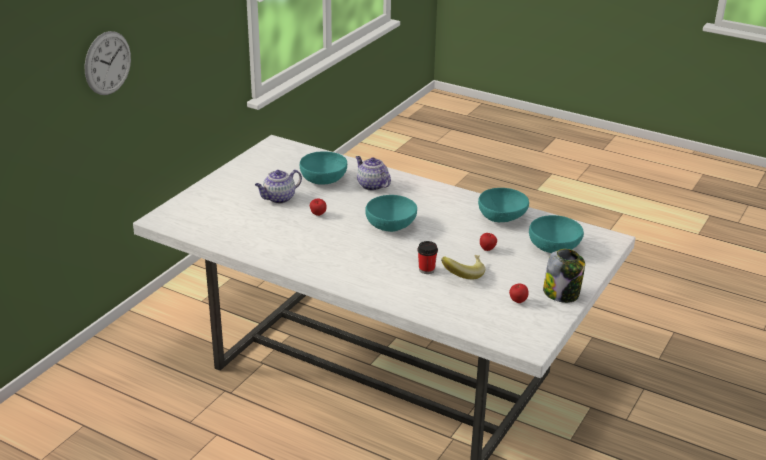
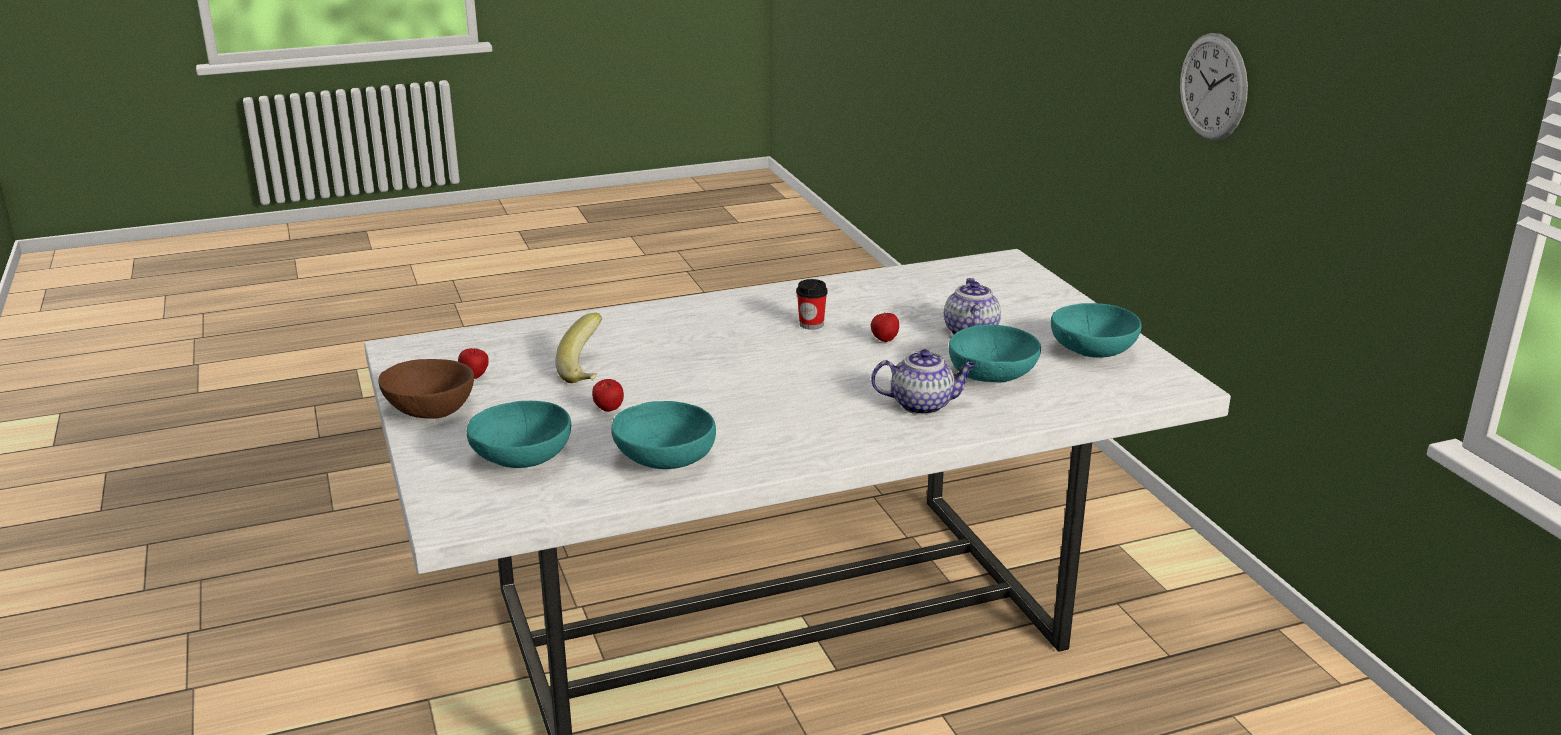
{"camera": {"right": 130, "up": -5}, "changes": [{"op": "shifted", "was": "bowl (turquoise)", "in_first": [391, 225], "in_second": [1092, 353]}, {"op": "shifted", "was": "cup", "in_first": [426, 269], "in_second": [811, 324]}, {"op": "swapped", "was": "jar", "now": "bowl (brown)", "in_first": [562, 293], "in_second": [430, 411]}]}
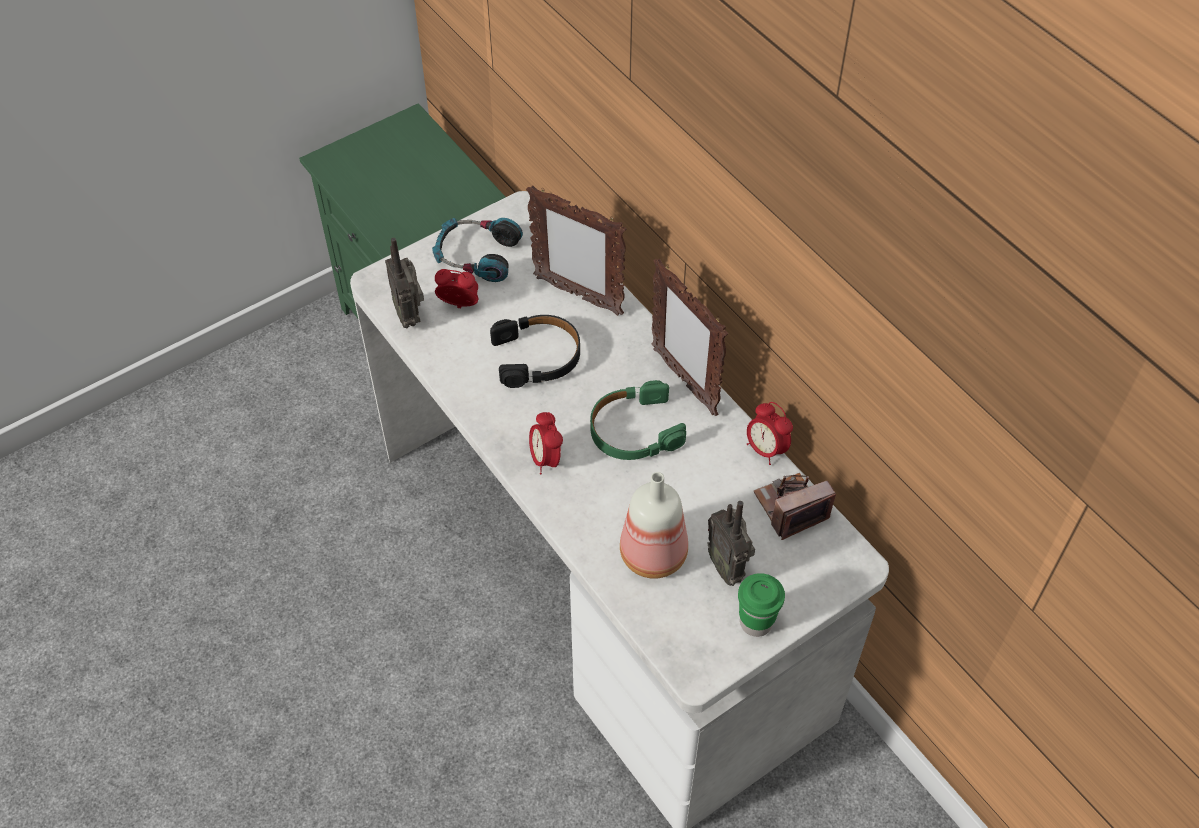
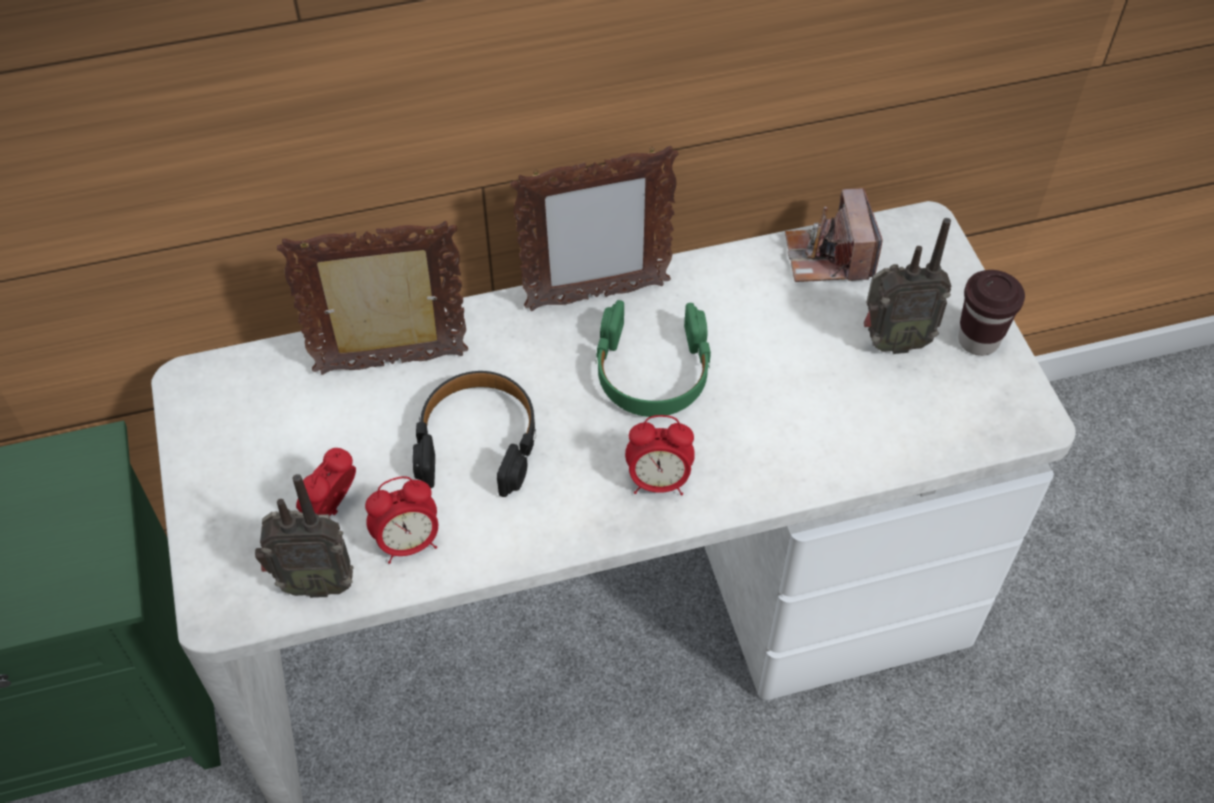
{"camera": {"right": -70, "up": 0}, "changes": [{"op": "gone", "was": "headphones", "in_first": [477, 255]}, {"op": "rotated", "was": "picture frame", "in_first": [577, 295], "in_second": [393, 365], "clockwise": -150}, {"op": "gone", "was": "bottle", "in_first": [655, 554]}, {"op": "repainted", "was": "cup (green)", "now": "cup (brown)", "in_first": [756, 622], "in_second": [978, 340]}, {"op": "shifted", "was": "alarm clock", "in_first": [765, 449], "in_second": [408, 543]}]}
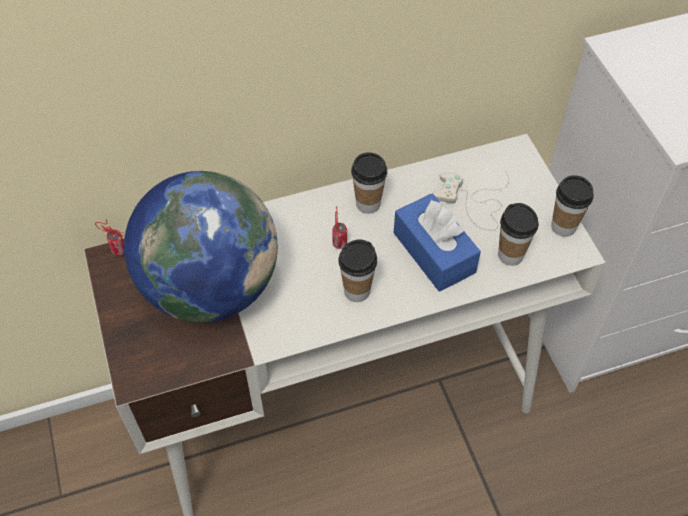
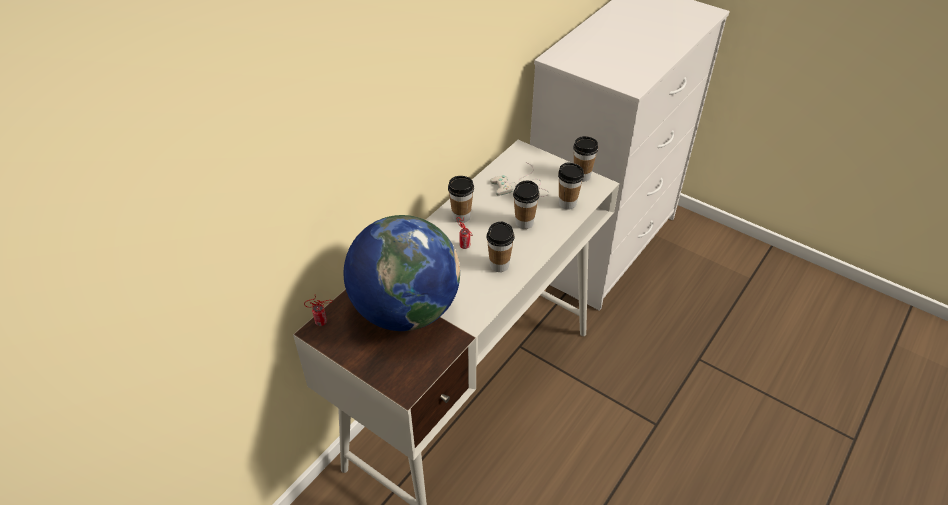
{"camera": {"right": -35, "up": -10}, "changes": [{"op": "swapped", "was": "tissue box (blue)", "now": "cup", "in_first": [434, 252], "in_second": [524, 223]}]}
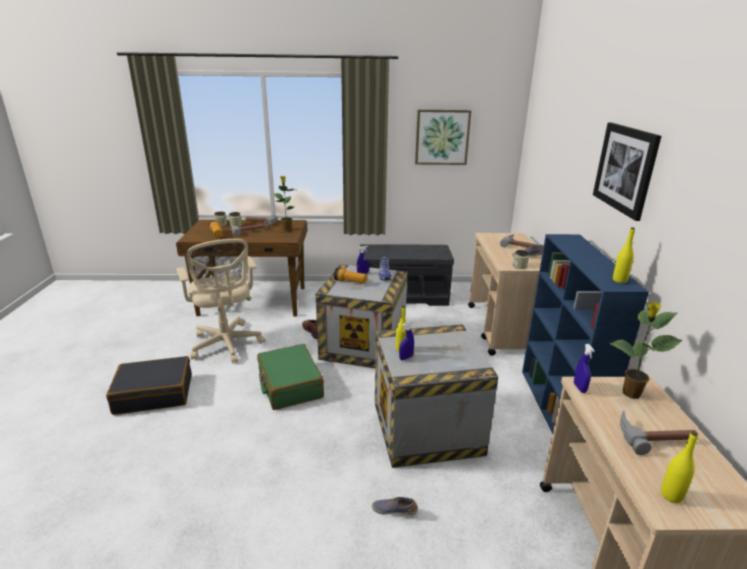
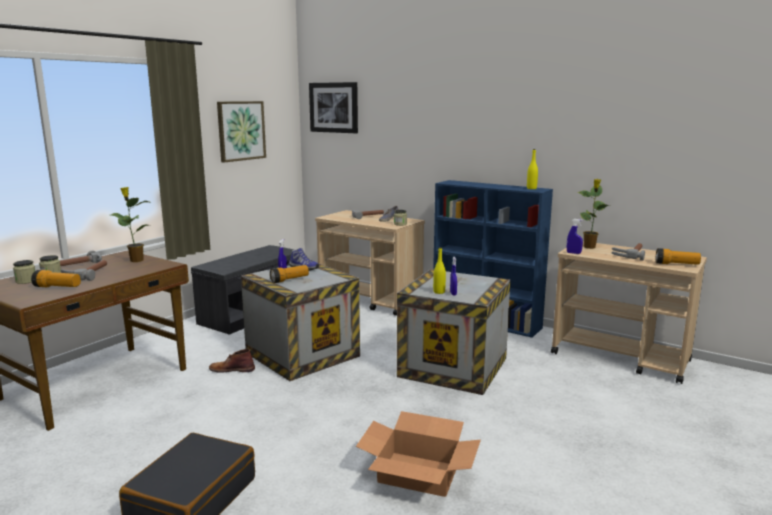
{"camera": {"right": -55, "up": -10}, "changes": [{"op": "gone", "was": "office chair (beige)", "in_first": [227, 345]}, {"op": "gone", "was": "suitcase (green)", "in_first": [289, 385]}, {"op": "gone", "was": "shoe", "in_first": [394, 510]}, {"op": "shifted", "was": "picture", "in_first": [625, 169], "in_second": [334, 107]}, {"op": "swapped", "was": "bottle (yellow)", "now": "flashlight", "in_first": [671, 495], "in_second": [676, 264]}, {"op": "new", "now": "cardboard box", "in_second": [418, 473]}]}
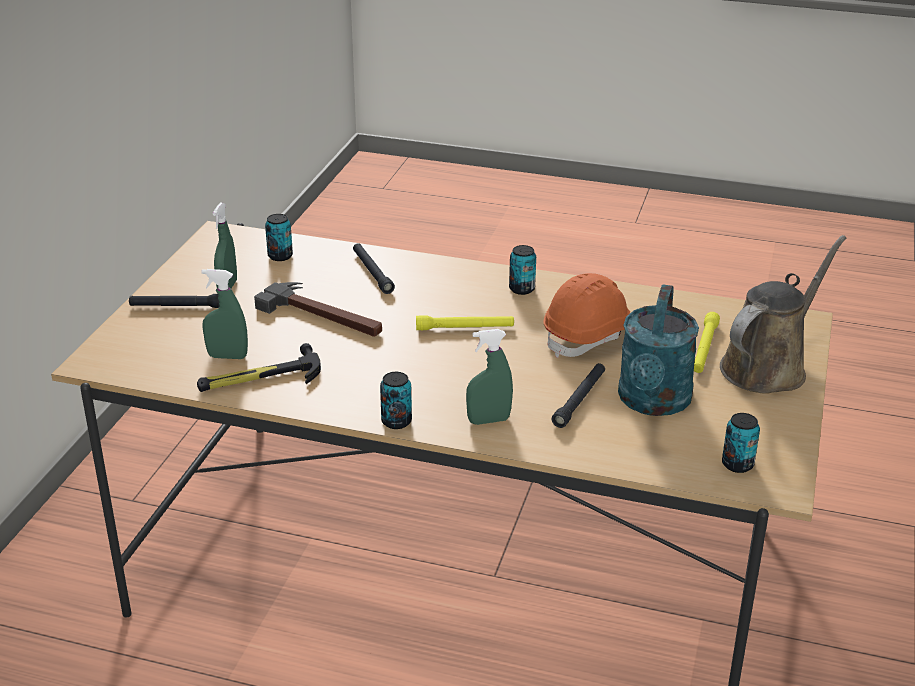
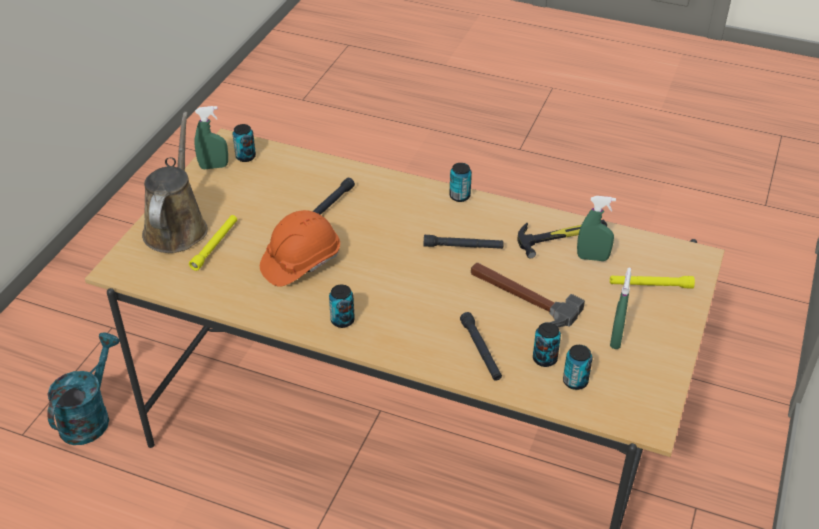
{"camera": {"right": -175, "up": 10}, "changes": [{"op": "shifted", "was": "flashlight (black)", "in_first": [178, 307], "in_second": [463, 247]}, {"op": "shifted", "was": "flashlight (yellow)", "in_first": [465, 328], "in_second": [650, 285]}, {"op": "shifted", "was": "spray bottle (green)", "in_first": [488, 420], "in_second": [214, 166]}, {"op": "shifted", "was": "watering can (turquoise)", "in_first": [653, 403], "in_second": [89, 416]}, {"op": "rotated", "was": "watering can (brown)", "in_first": [768, 366], "in_second": [177, 227], "clockwise": 135}, {"op": "new", "now": "can", "in_second": [544, 359]}]}
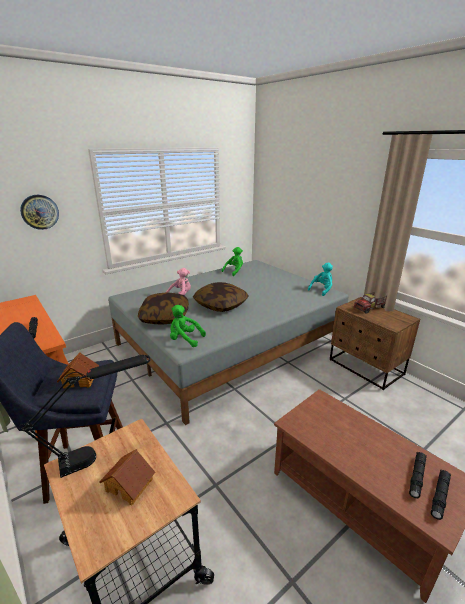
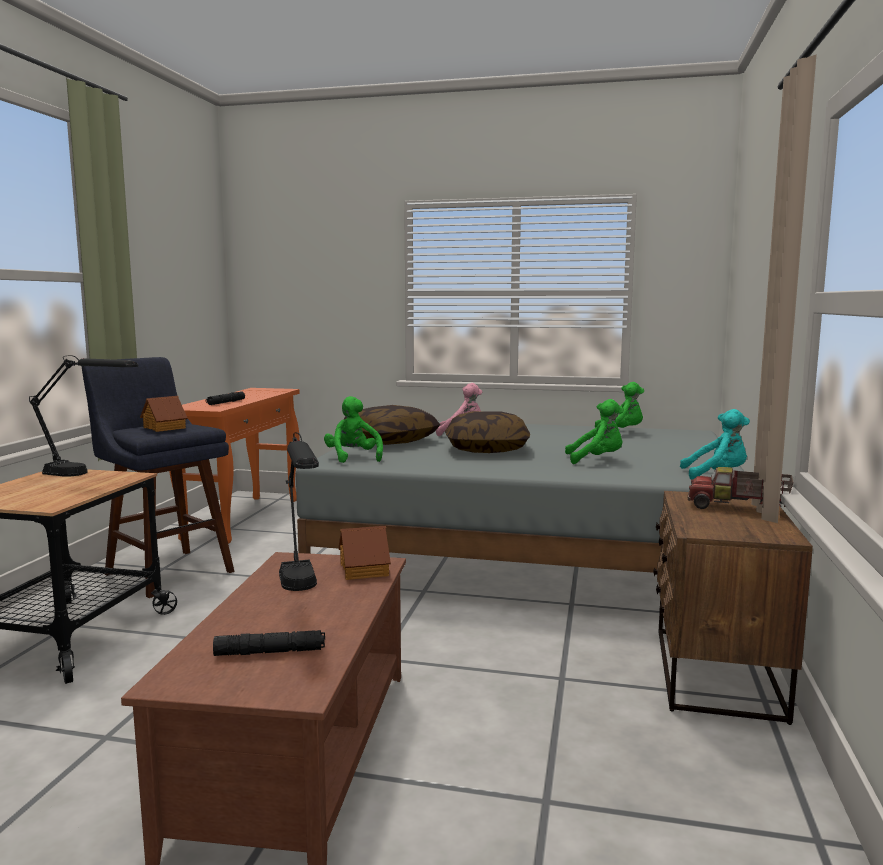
{"camera": {"right": 50, "up": -15}, "changes": [{"op": "gone", "was": "wall clock", "in_first": [39, 212]}, {"op": "shifted", "was": "toy house", "in_first": [129, 484], "in_second": [365, 569]}, {"op": "gone", "was": "flashlight (black)", "in_first": [439, 496]}, {"op": "new", "now": "table lamp (black)", "in_second": [302, 594]}, {"op": "new", "now": "plush toy (green)", "in_second": [596, 460]}]}
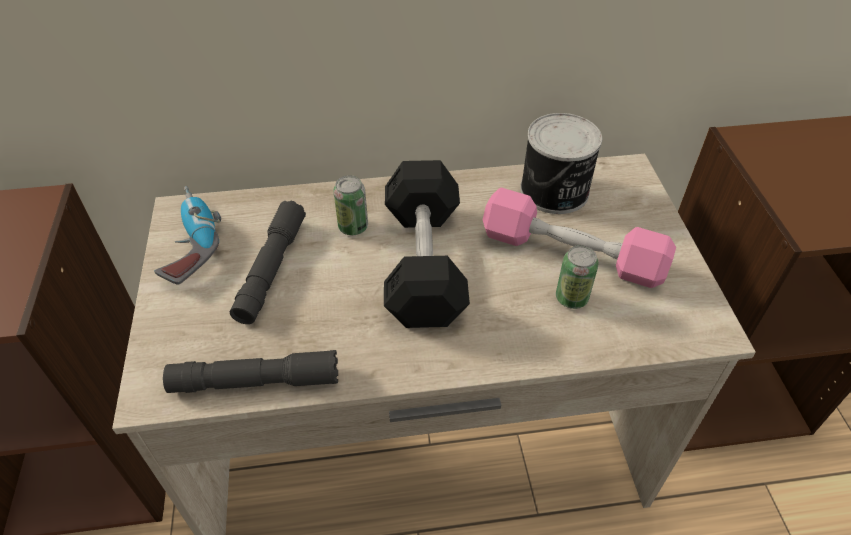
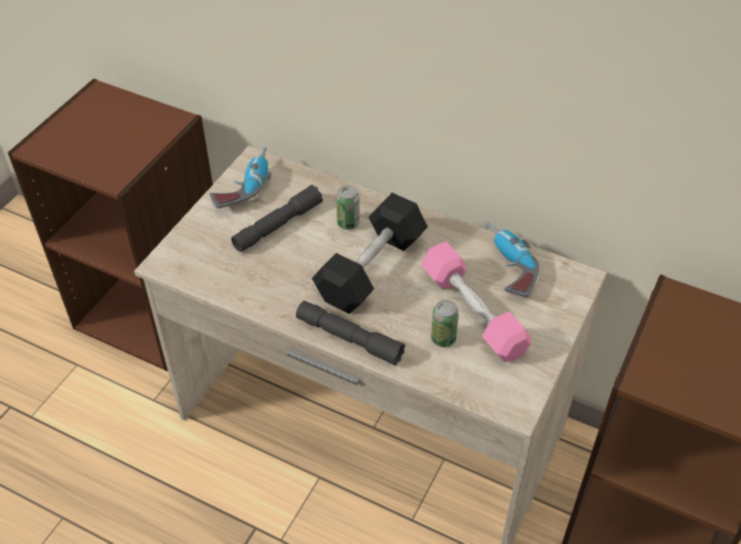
{"camera": {"right": 35, "up": 0}, "changes": [{"op": "shifted", "was": "flashlight (grey)", "in_first": [255, 381], "in_second": [349, 338]}, {"op": "swapped", "was": "can", "now": "power drill", "in_first": [555, 192], "in_second": [506, 266]}]}
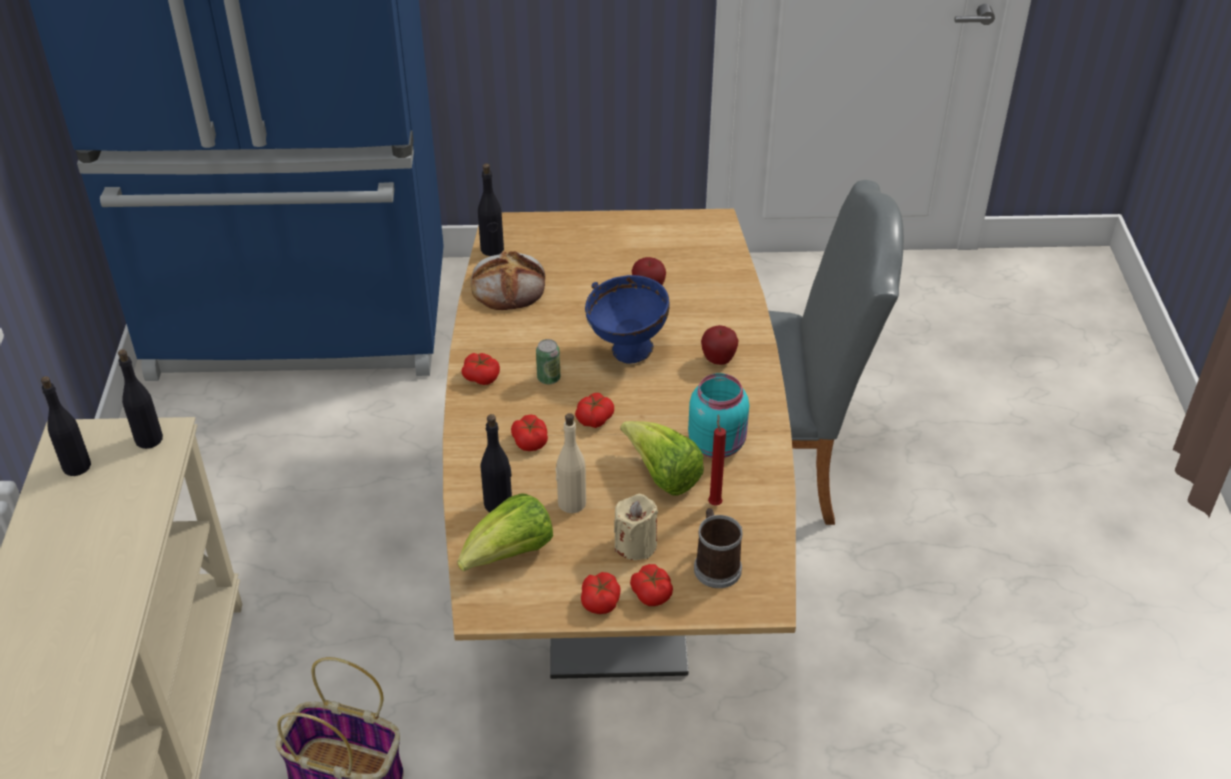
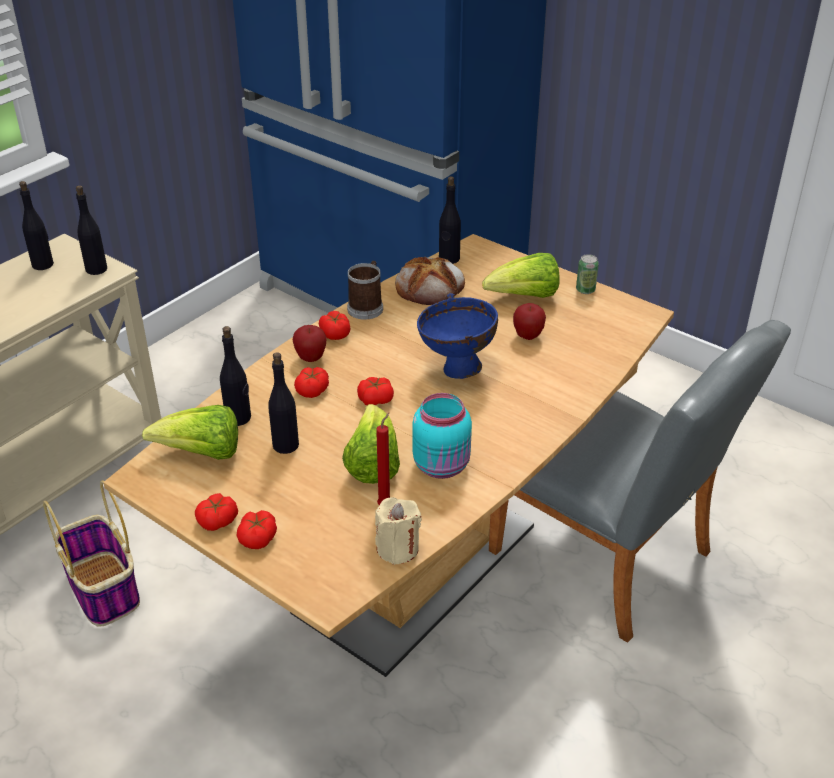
{"camera": {"right": 40, "up": -5}, "changes": [{"op": "shifted", "was": "can", "in_first": [548, 378], "in_second": [585, 290]}, {"op": "repainted", "was": "bottle (beige)", "now": "bottle (black)", "in_first": [571, 503], "in_second": [285, 445]}, {"op": "shifted", "was": "candle (beige)", "in_first": [635, 544], "in_second": [397, 548]}, {"op": "shifted", "was": "mug", "in_first": [715, 565], "in_second": [367, 307]}, {"op": "shifted", "was": "apple", "in_first": [718, 360], "in_second": [311, 358]}, {"op": "new", "now": "lettuce", "in_second": [524, 297]}]}
